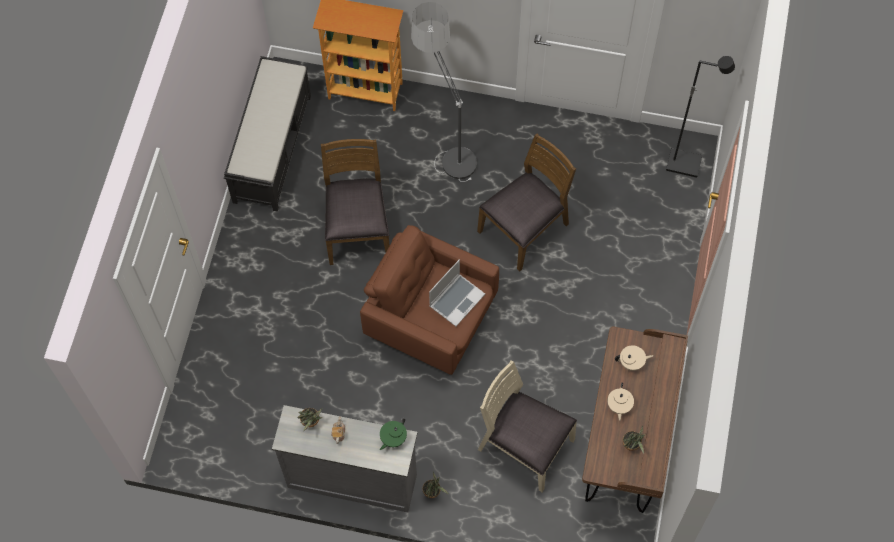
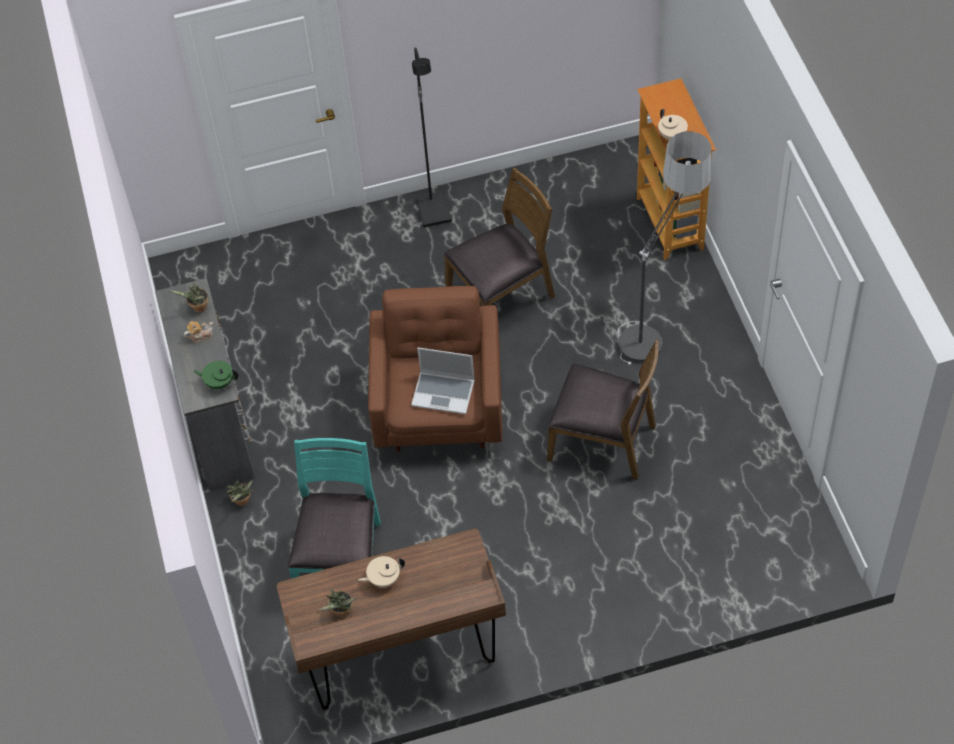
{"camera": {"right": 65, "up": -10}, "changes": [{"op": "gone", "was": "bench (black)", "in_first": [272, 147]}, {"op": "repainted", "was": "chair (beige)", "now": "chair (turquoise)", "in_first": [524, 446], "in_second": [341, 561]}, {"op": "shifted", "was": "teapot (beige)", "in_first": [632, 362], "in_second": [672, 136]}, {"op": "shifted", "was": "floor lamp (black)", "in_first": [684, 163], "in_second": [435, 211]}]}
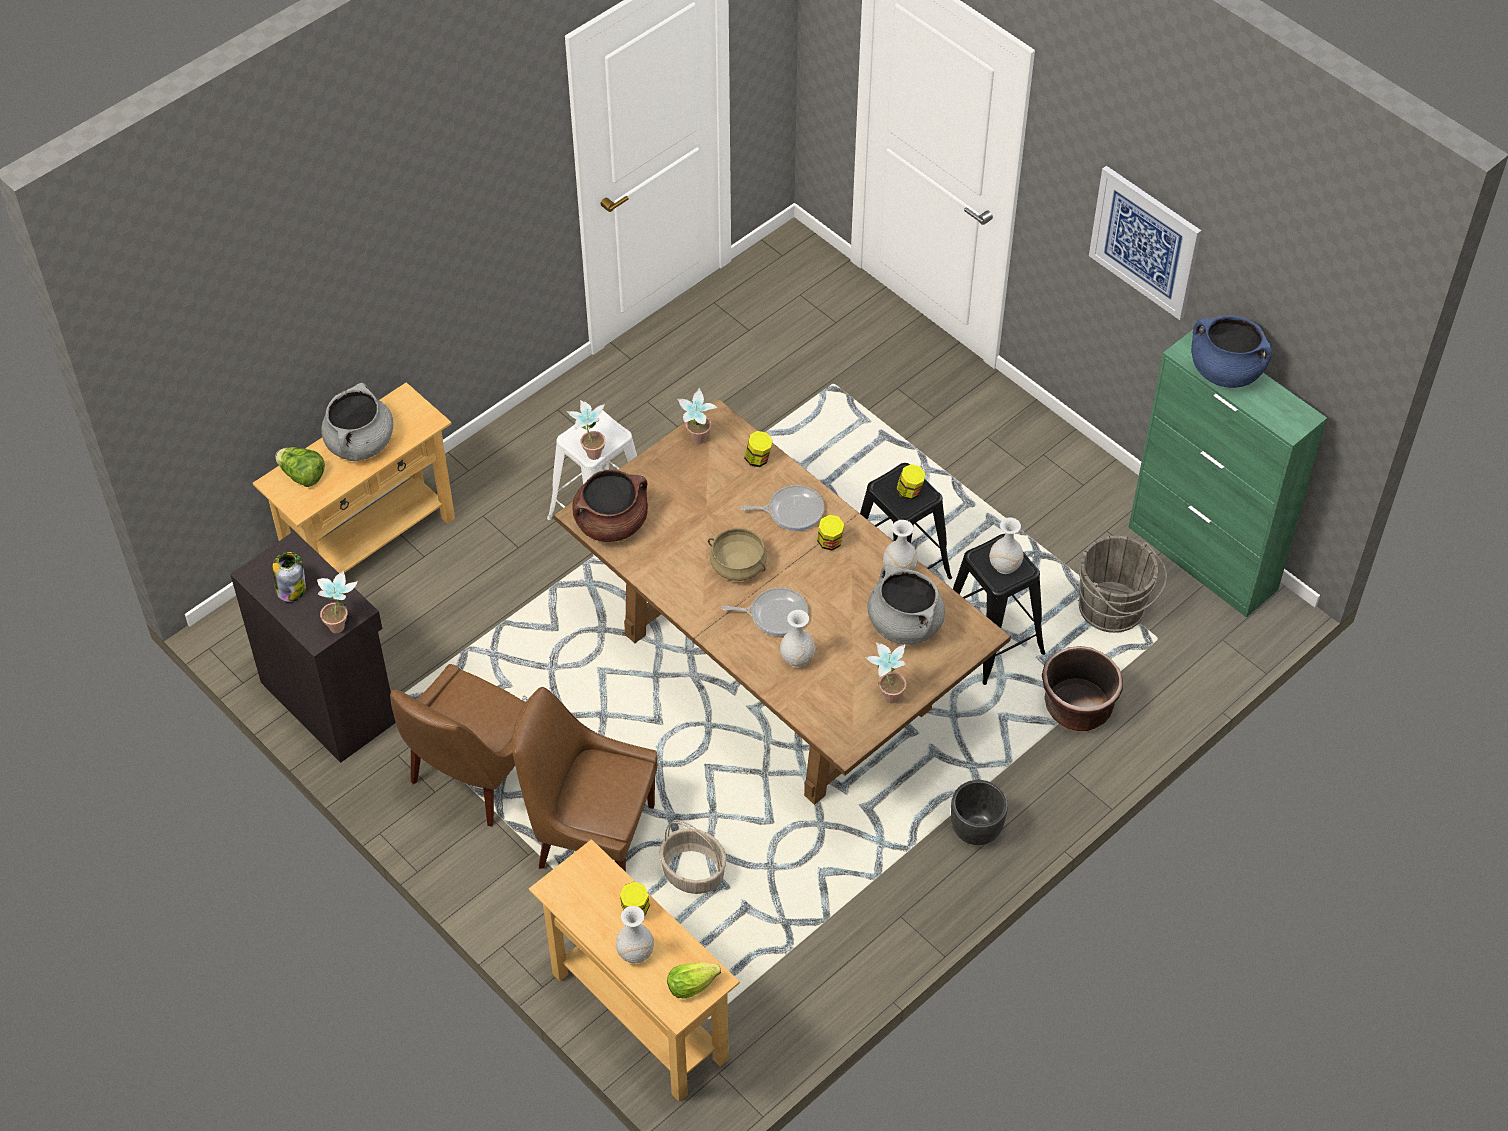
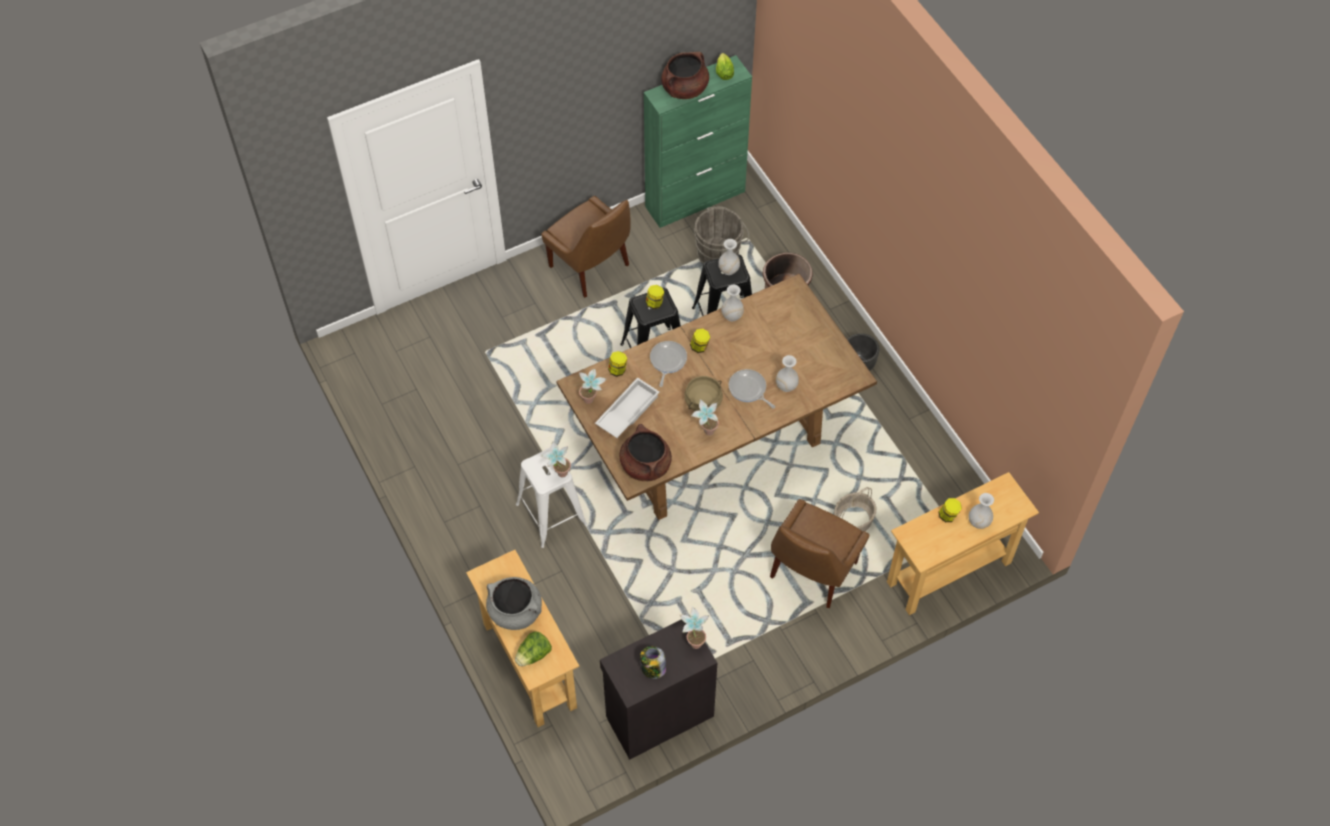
{"camera": {"right": -75, "up": 5}, "changes": [{"op": "shifted", "was": "chair (brown)", "in_first": [473, 776], "in_second": [591, 267]}, {"op": "shifted", "was": "lettuce", "in_first": [694, 984], "in_second": [724, 72]}, {"op": "rotated", "was": "frying pan", "in_first": [775, 614], "in_second": [748, 389], "clockwise": -60}, {"op": "shifted", "was": "potted plant", "in_first": [886, 693], "in_second": [705, 433]}, {"op": "gone", "was": "cooking pot (grey)", "in_first": [904, 624]}, {"op": "gone", "was": "picture", "in_first": [1145, 242]}, {"op": "repainted", "was": "cooking pot (blue)", "now": "cooking pot (brown)", "in_first": [1225, 371], "in_second": [684, 89]}, {"op": "new", "now": "tray (white)", "in_second": [627, 411]}]}
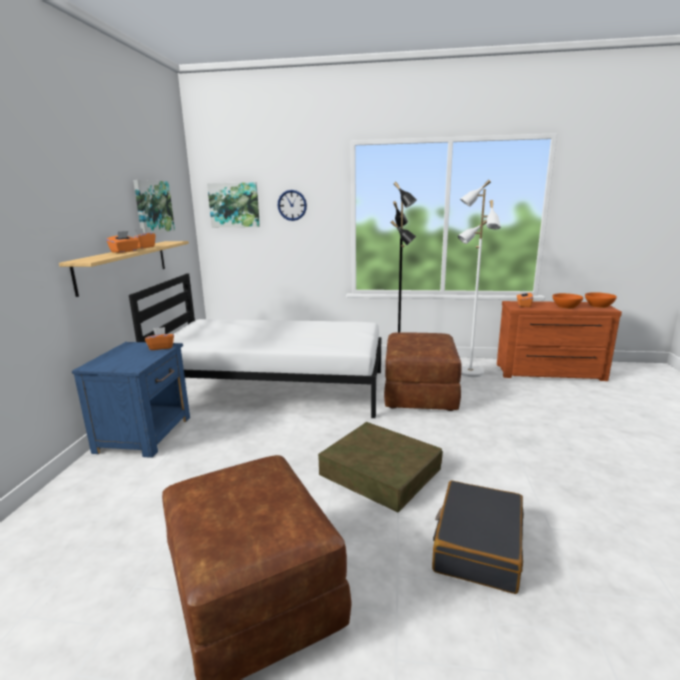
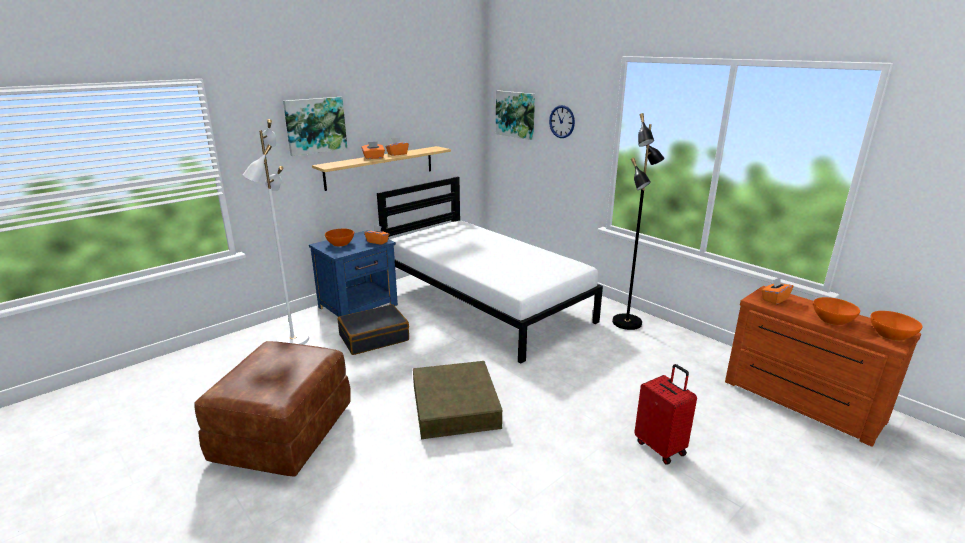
{"camera": {"right": 40, "up": 5}, "changes": [{"op": "shifted", "was": "picture", "in_first": [153, 207], "in_second": [315, 125]}, {"op": "gone", "was": "ottoman (brown)", "in_first": [419, 393]}, {"op": "shifted", "was": "suitcase (black)", "in_first": [477, 545], "in_second": [374, 338]}, {"op": "shifted", "was": "floor lamp (white)", "in_first": [469, 372], "in_second": [292, 340]}, {"op": "new", "now": "bowl (orange)", "in_second": [340, 243]}, {"op": "new", "now": "suitcase (red)", "in_second": [661, 447]}]}
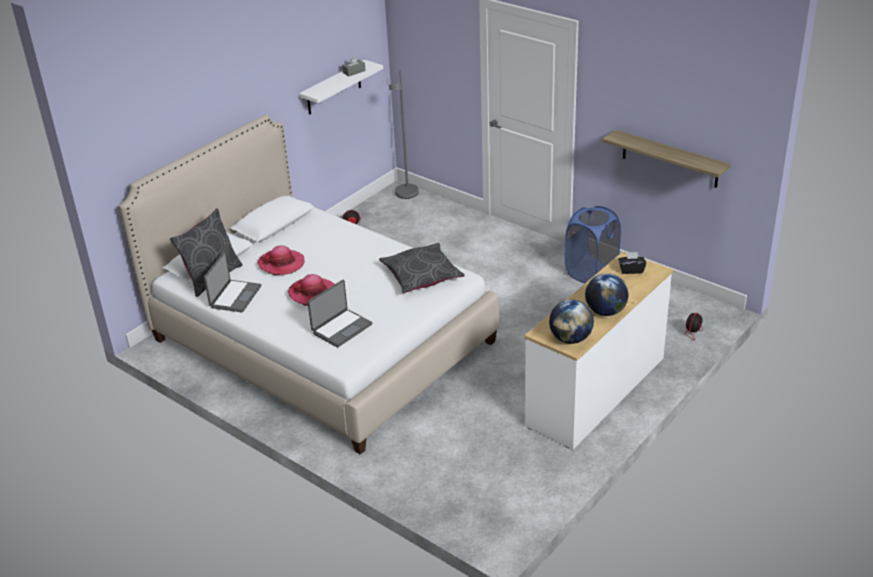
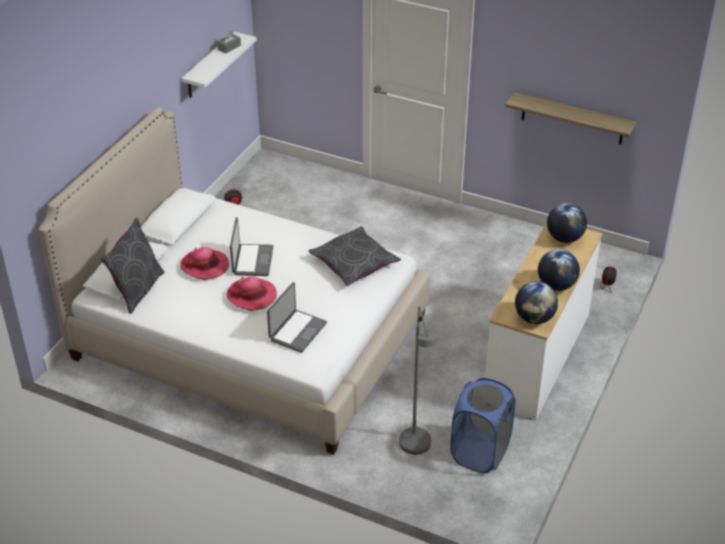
{"camera": {"right": -15, "up": 5}, "changes": [{"op": "shifted", "was": "laptop", "in_first": [235, 297], "in_second": [252, 261]}, {"op": "shifted", "was": "floor lamp (grey)", "in_first": [406, 196], "in_second": [416, 449]}, {"op": "shifted", "was": "laundry basket (blue)", "in_first": [591, 272], "in_second": [480, 453]}, {"op": "swapped", "was": "tissue box (black)", "now": "globe", "in_first": [631, 270], "in_second": [564, 238]}]}
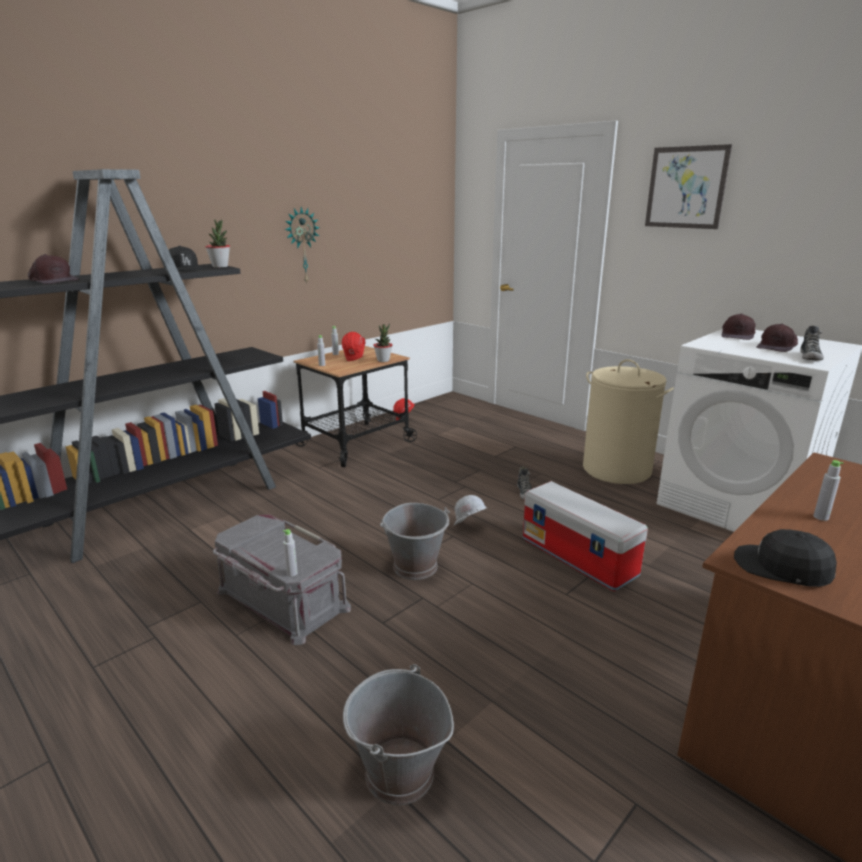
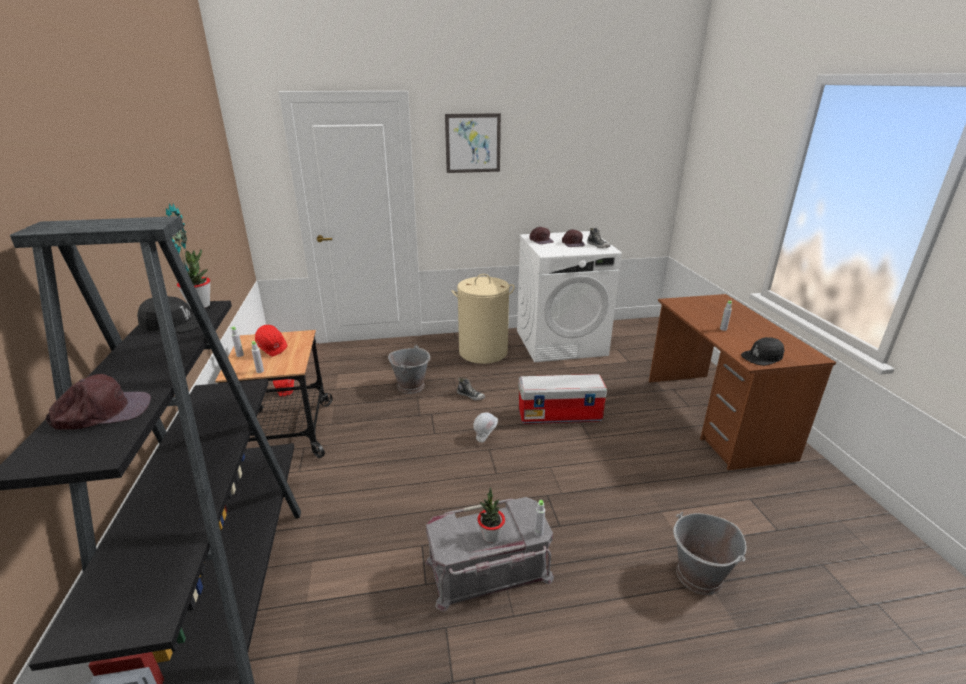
{"camera": {"right": -55, "up": 5}, "changes": [{"op": "shifted", "was": "potted plant", "in_first": [383, 360], "in_second": [491, 536]}, {"op": "shifted", "was": "bucket (grey)", "in_first": [416, 566], "in_second": [411, 386]}]}
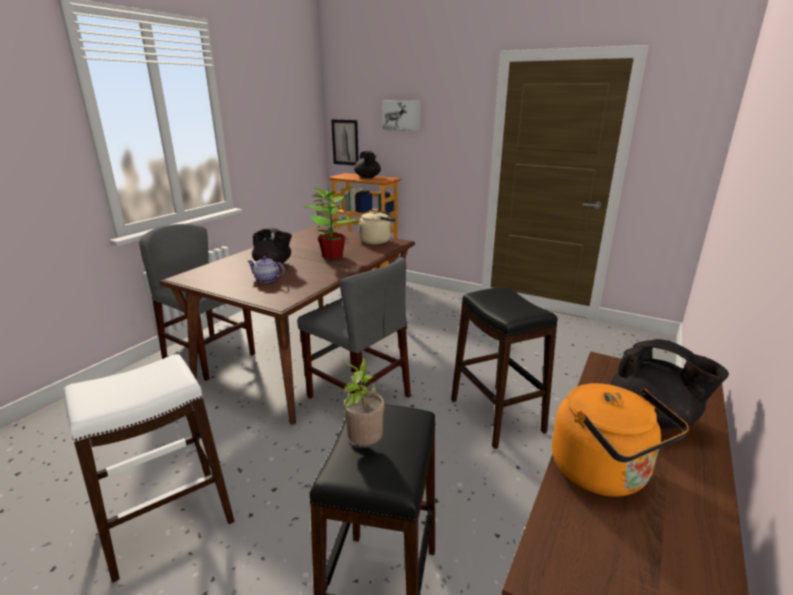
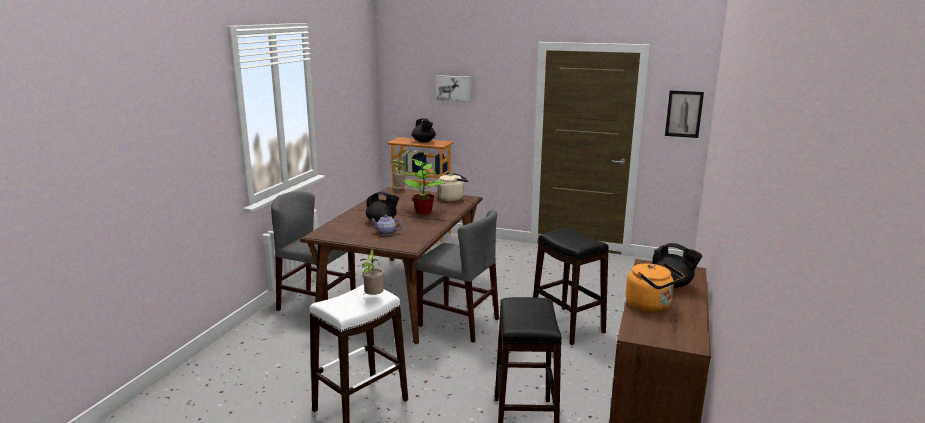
{"camera": {"right": -10, "up": -5}, "changes": [{"op": "shifted", "was": "picture", "in_first": [345, 142], "in_second": [684, 114]}, {"op": "shifted", "was": "potted plant", "in_first": [363, 444], "in_second": [373, 297]}]}
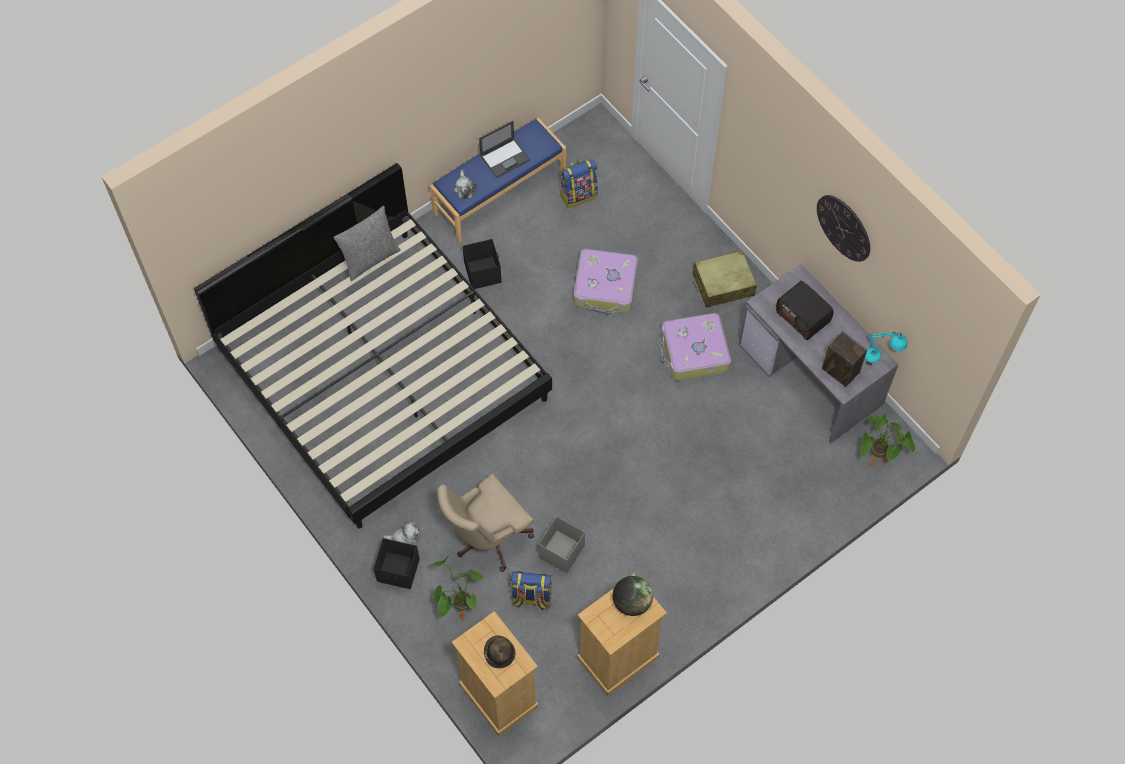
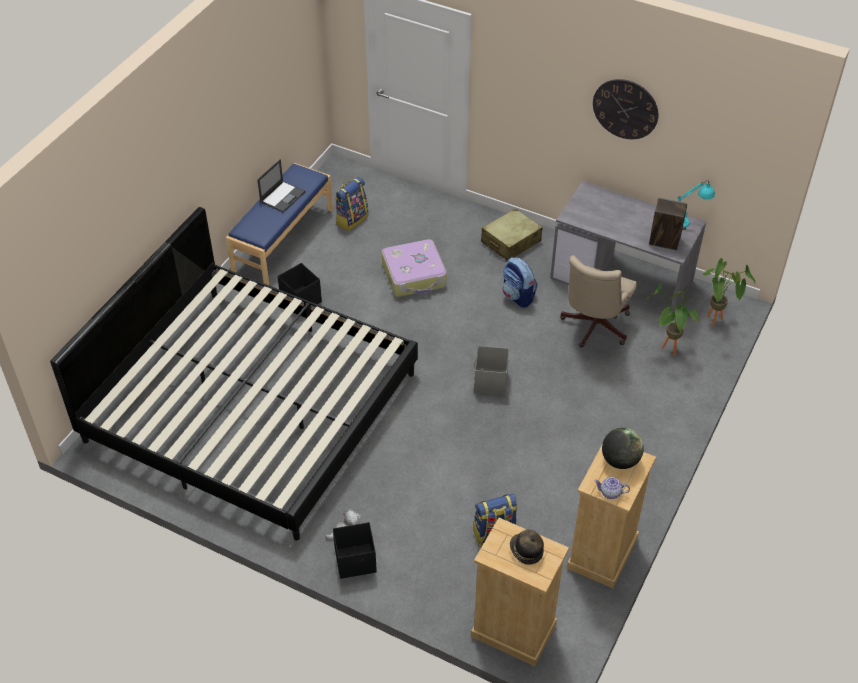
{"camera": {"right": -25, "up": -15}, "changes": [{"op": "gone", "was": "pillow (grey)", "in_first": [370, 258]}, {"op": "shifted", "was": "potted plant", "in_first": [459, 612], "in_second": [667, 351]}, {"op": "shifted", "was": "office chair (beige)", "in_first": [487, 538], "in_second": [593, 328]}, {"op": "gone", "was": "plush toy", "in_first": [464, 188]}, {"op": "shifted", "was": "storage box (grey)", "in_first": [561, 552], "in_second": [490, 382]}, {"op": "swapped", "was": "suitcase", "now": "backpack", "in_first": [694, 353], "in_second": [518, 296]}, {"op": "gone", "was": "radio", "in_first": [803, 317]}, {"op": "new", "now": "teapot", "in_second": [610, 493]}]}
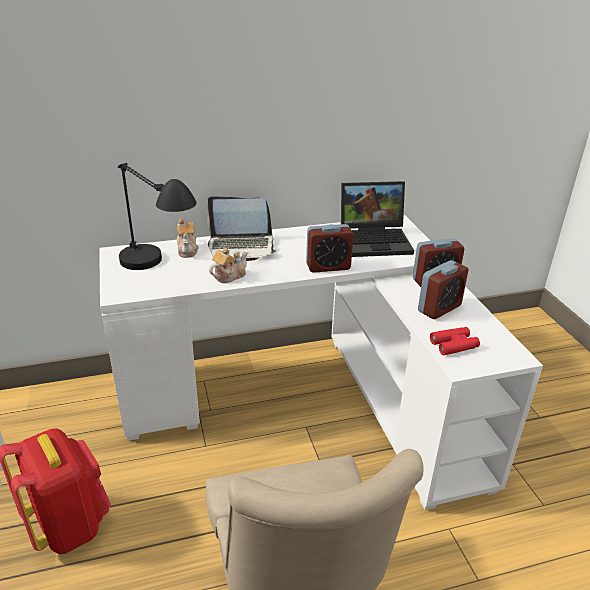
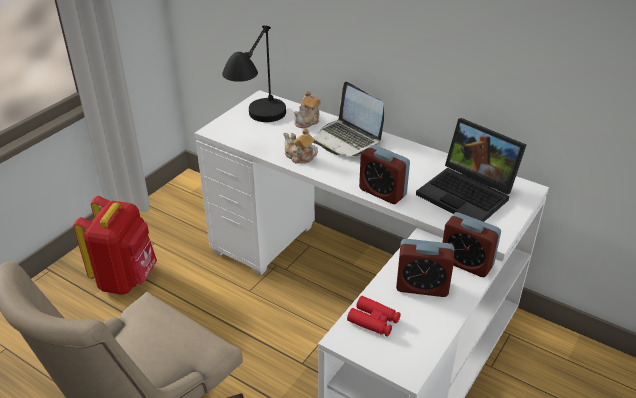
{"camera": {"right": 50, "up": 5}, "changes": [{"op": "rotated", "was": "teapot", "in_first": [229, 276], "in_second": [299, 157], "clockwise": -150}]}
